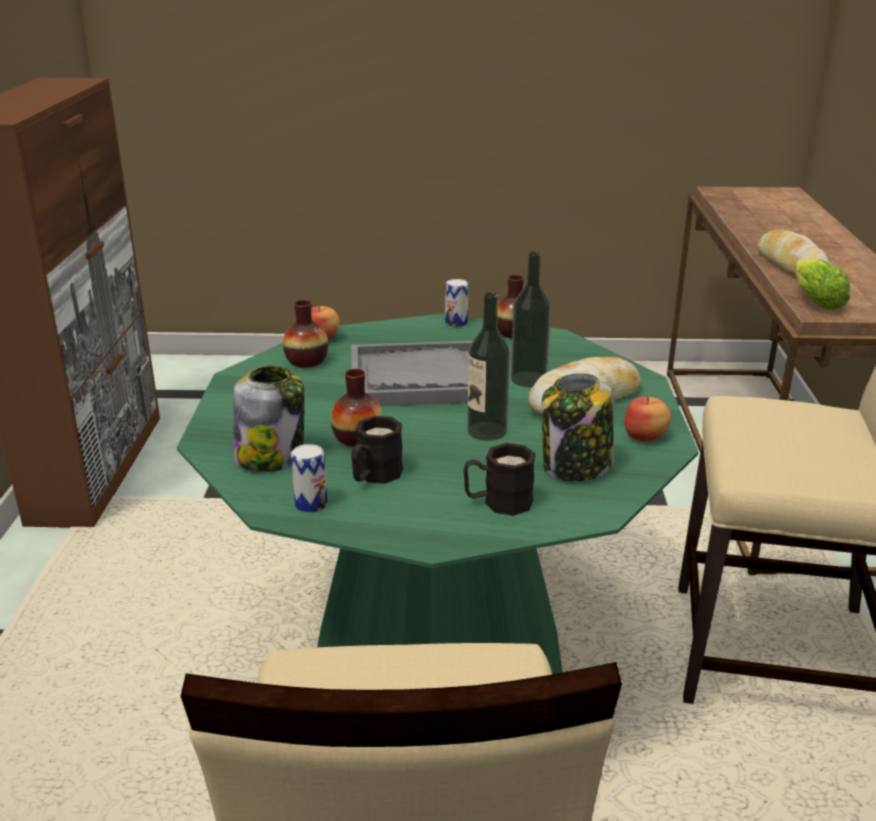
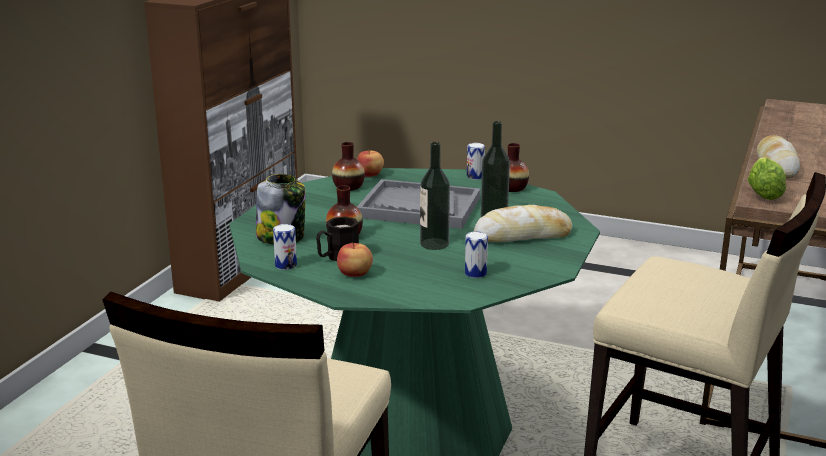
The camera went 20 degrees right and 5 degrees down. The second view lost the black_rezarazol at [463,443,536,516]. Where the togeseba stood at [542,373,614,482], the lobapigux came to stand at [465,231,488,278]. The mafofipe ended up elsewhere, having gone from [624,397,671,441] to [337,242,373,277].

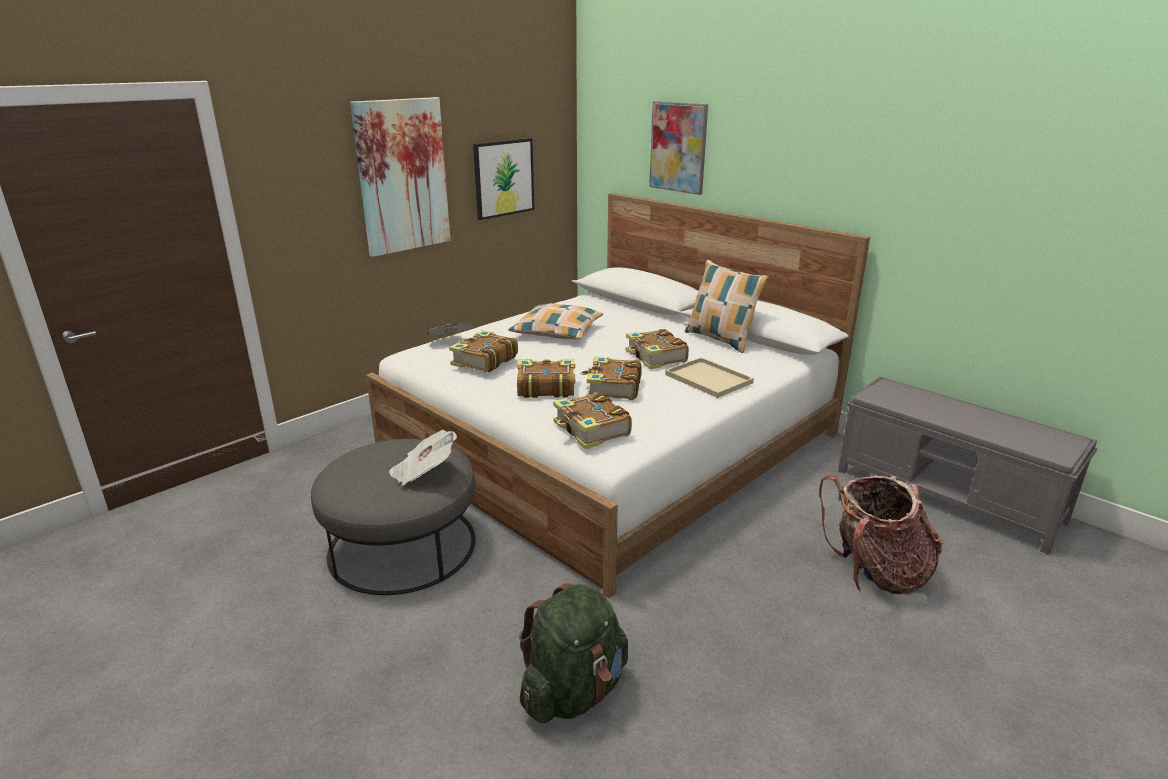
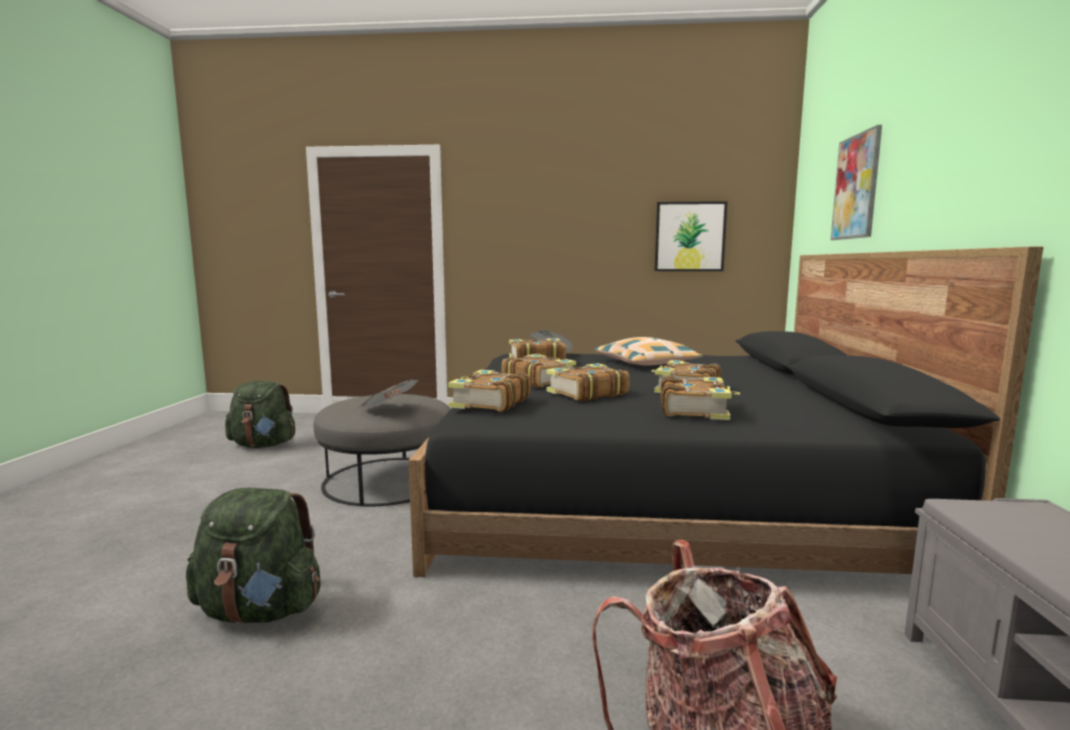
The camera went 50 degrees right and 15 degrees down. The second view lost the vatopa at [350,97,451,257]. What was the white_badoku at [366,193,870,598] turned into the black_badoku at [408,247,1043,577]. Where the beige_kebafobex stood at [665,357,754,398], the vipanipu came to stand at [660,376,740,420]. The second view lost the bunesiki at [685,260,768,353]. The second view gained the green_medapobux at [225,381,295,448].

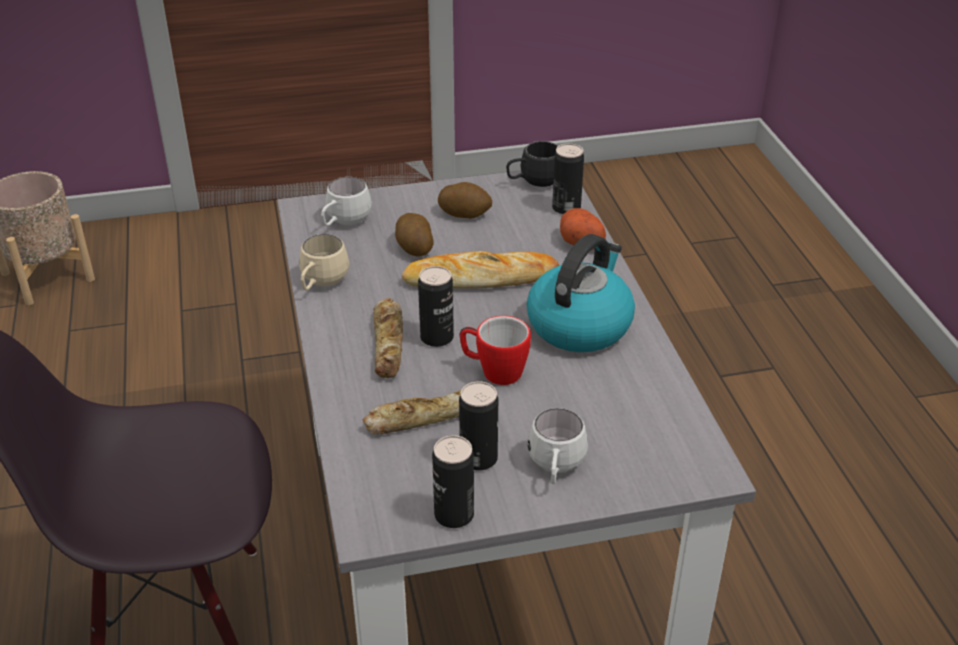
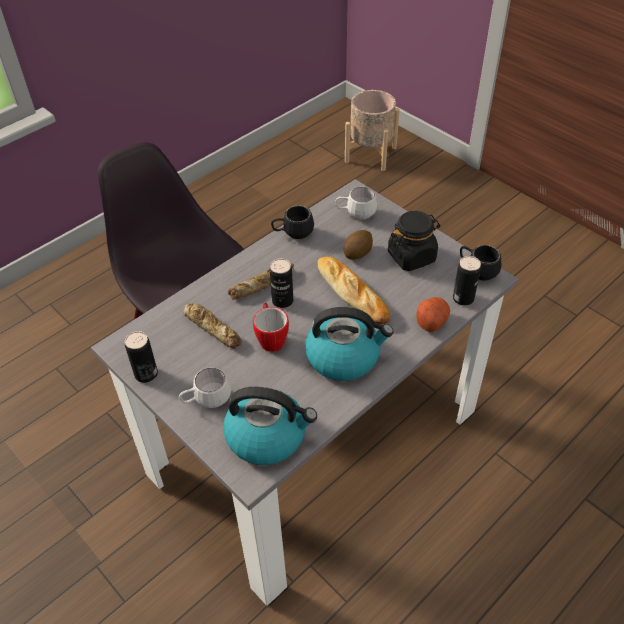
The camera went 60 degrees right and 10 degrees up. What was the beige_rezarazol at [299,234,349,290] turned into the black_rezarazol at [271,206,314,239]. Where the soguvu stood at [438,182,492,219], the black_togeseba came to stand at [388,211,440,271]. The second view lost the lobapigux at [459,381,498,471]. The second view gained the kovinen at [223,387,317,465].

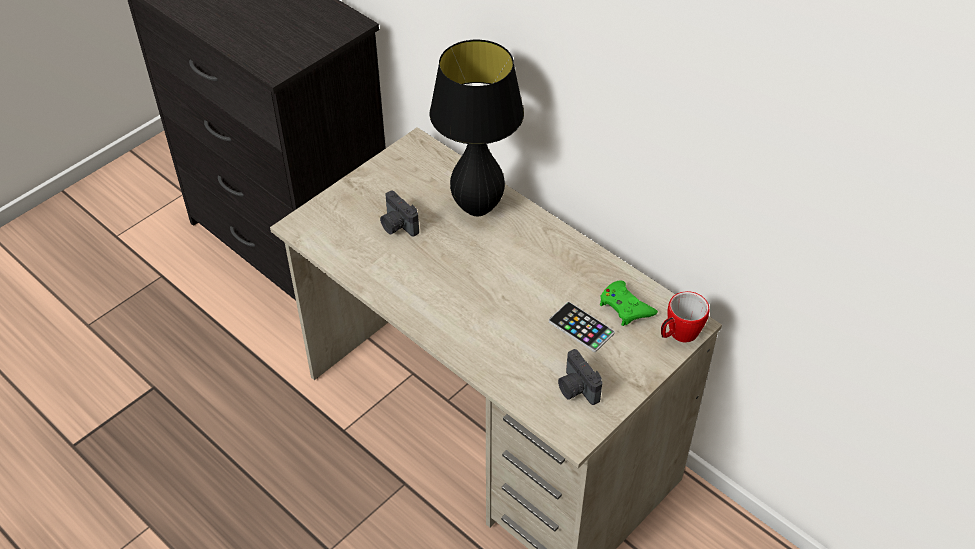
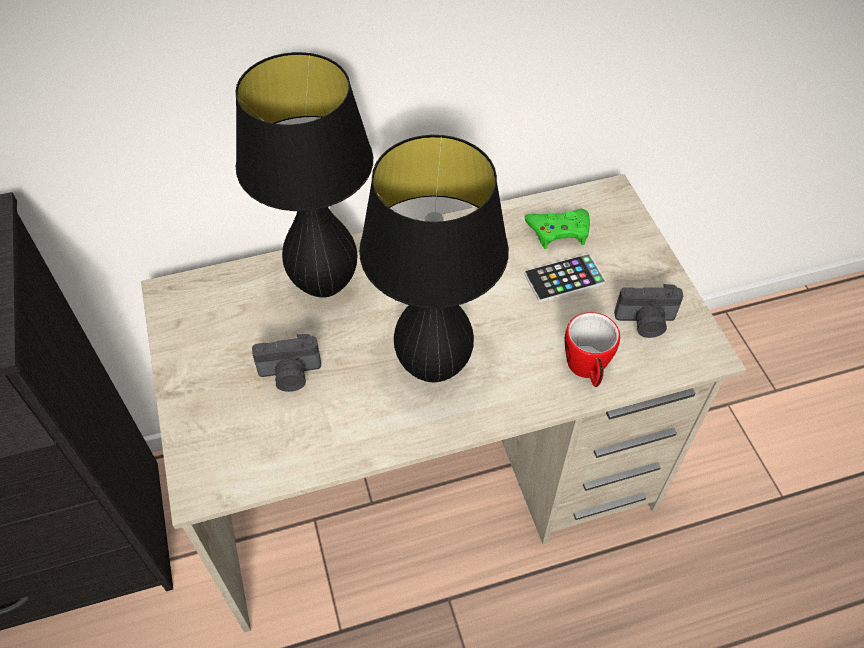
The camera went 60 degrees left and 5 degrees up. The rezarazol ended up elsewhere, having gone from [661,291,710,343] to [565,312,620,387]. The second view gained the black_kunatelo at [359,135,509,382].

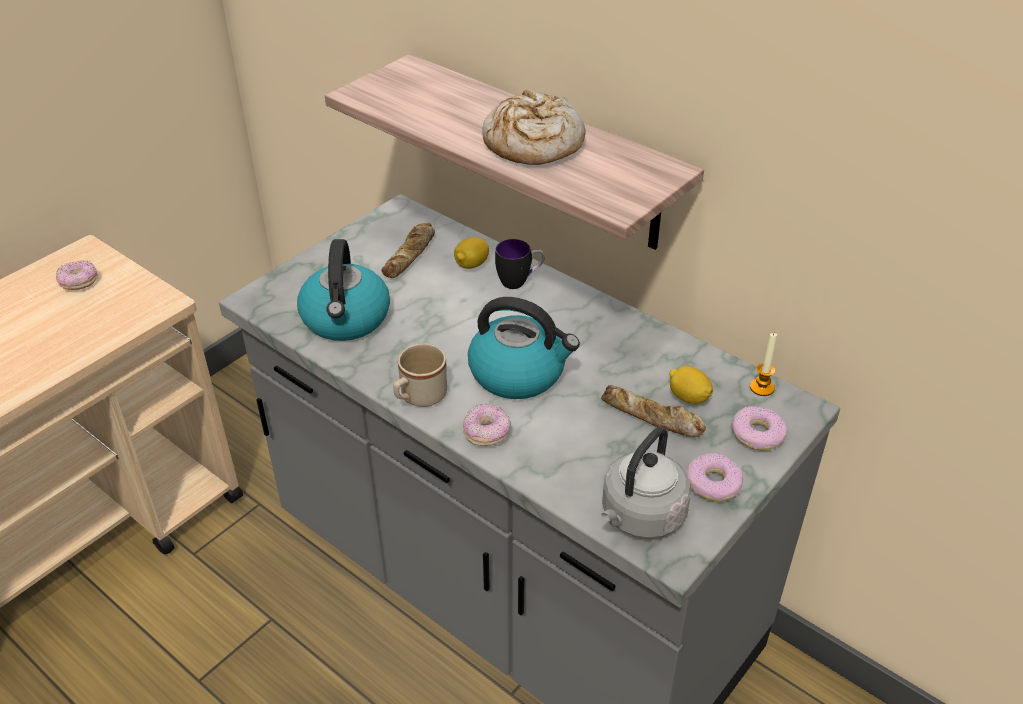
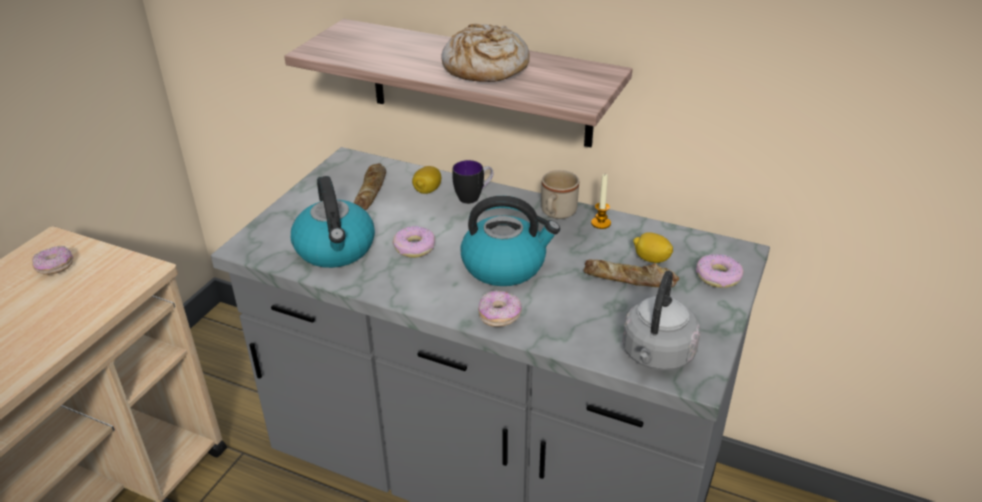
The camera went 15 degrees left and 5 degrees down. The beige_rezarazol ended up elsewhere, having gone from [393,343,447,407] to [541,170,579,219]. The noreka ended up elsewhere, having gone from [686,453,743,501] to [393,226,435,258]. The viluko ended up elsewhere, having gone from [750,333,777,396] to [591,174,611,229].

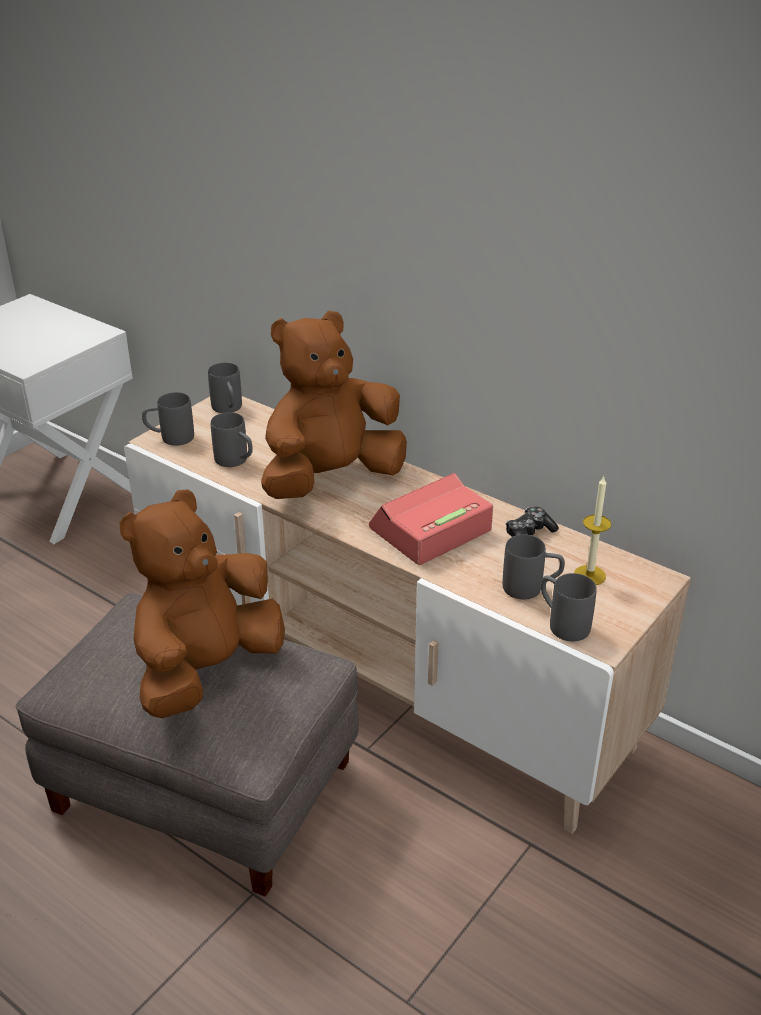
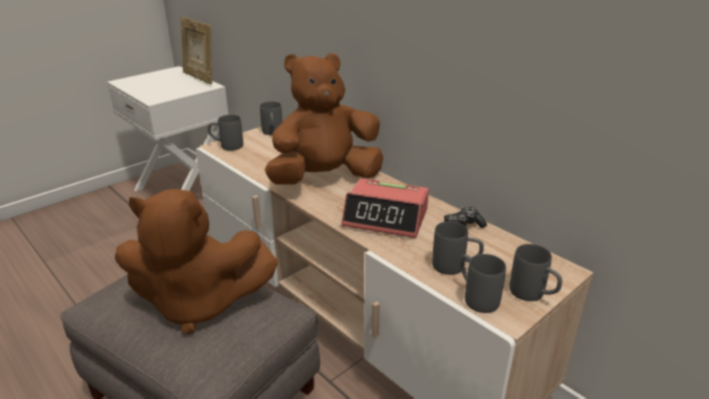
The camera went 10 degrees right and 5 degrees down. The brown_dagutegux at [119,489,285,718] ended up facing another way, 135 degrees counterclockwise from before. The grey_rezarazol ended up elsewhere, having gone from [211,412,253,467] to [509,244,562,301]. The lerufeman at [369,473,493,565] ended up facing another way, 135 degrees counterclockwise from before. The second view lost the viluko at [574,476,611,585]. The second view gained the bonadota at [181,17,212,84].

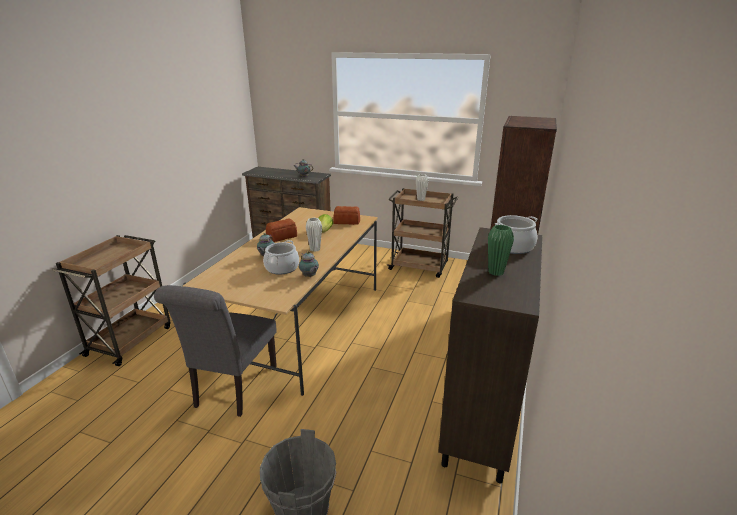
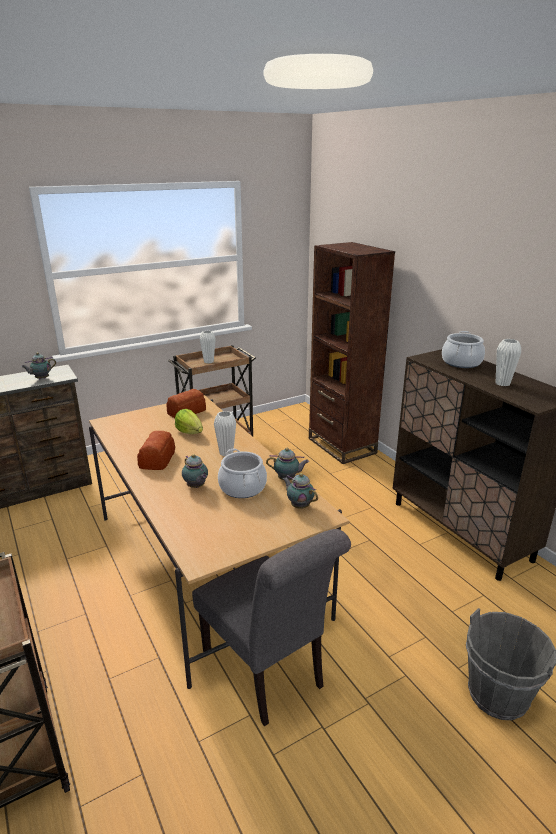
The camera went 50 degrees left and 0 degrees up. What was the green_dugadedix at [488,225,514,276] turned into the white_dugadedix at [496,339,521,386]. The second view gained the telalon at [283,473,318,508].

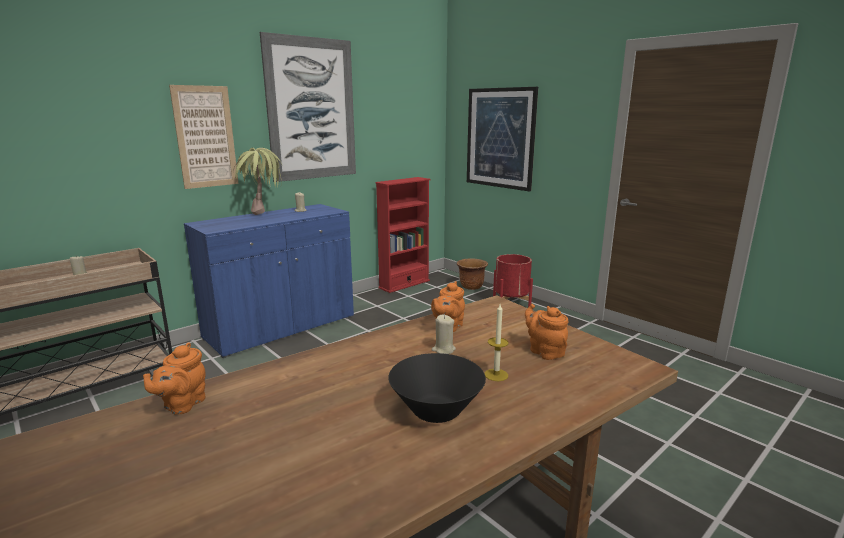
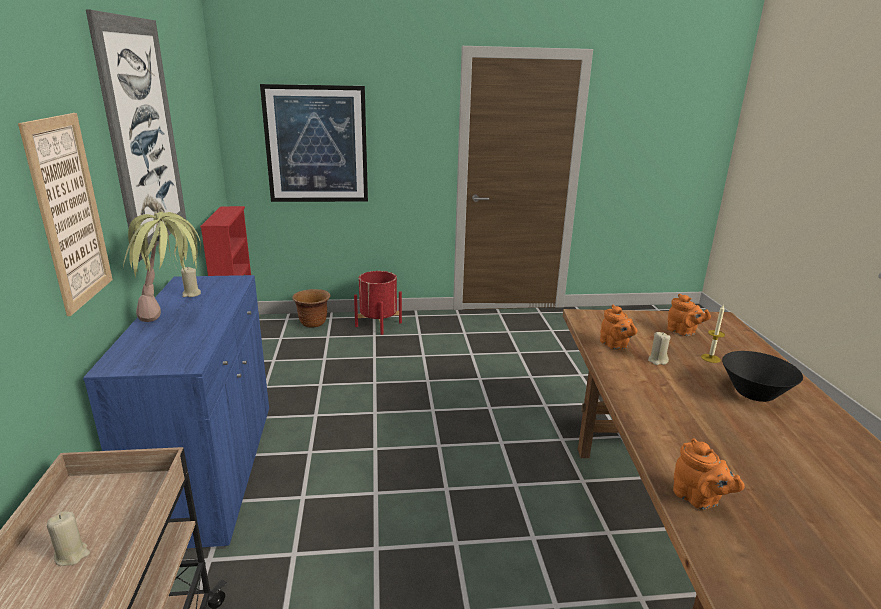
The camera went 55 degrees left and 5 degrees up. The orange_telalon at [525,304,568,360] ended up facing another way, 135 degrees counterclockwise from before.

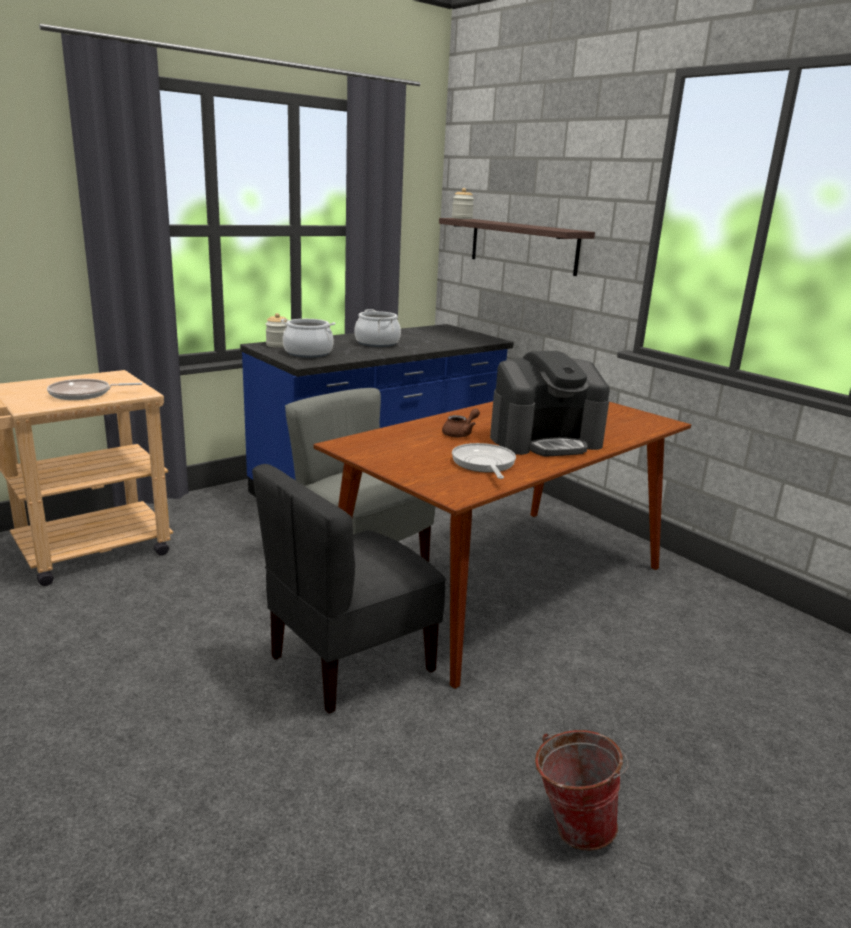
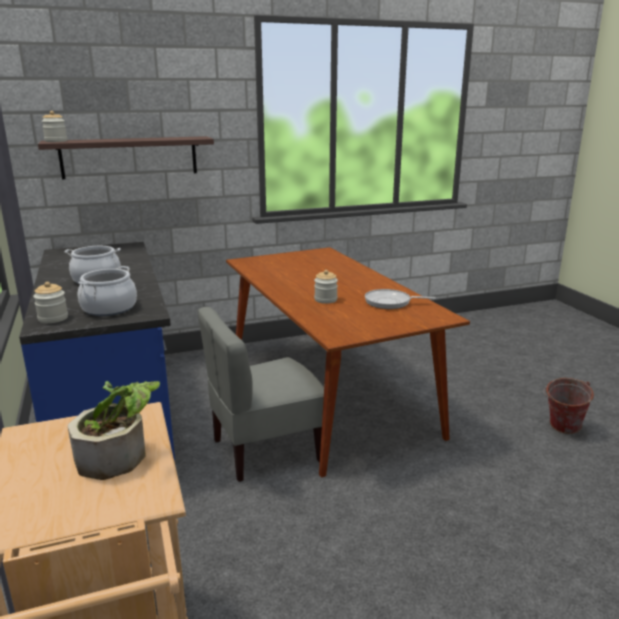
The camera went 70 degrees left and 0 degrees up. Where the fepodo stood at [47,379,142,400], the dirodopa came to stand at [68,381,160,480]. The second view lost the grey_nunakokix at [252,464,446,714]. Where the brown_telalon stood at [442,408,480,438], the togeseba came to stand at [314,270,338,304]. The second view lost the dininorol at [490,351,610,457].

